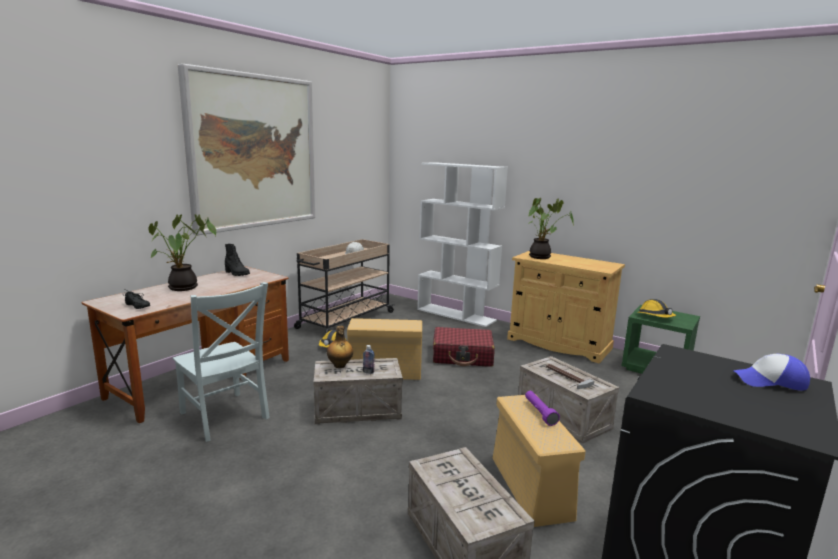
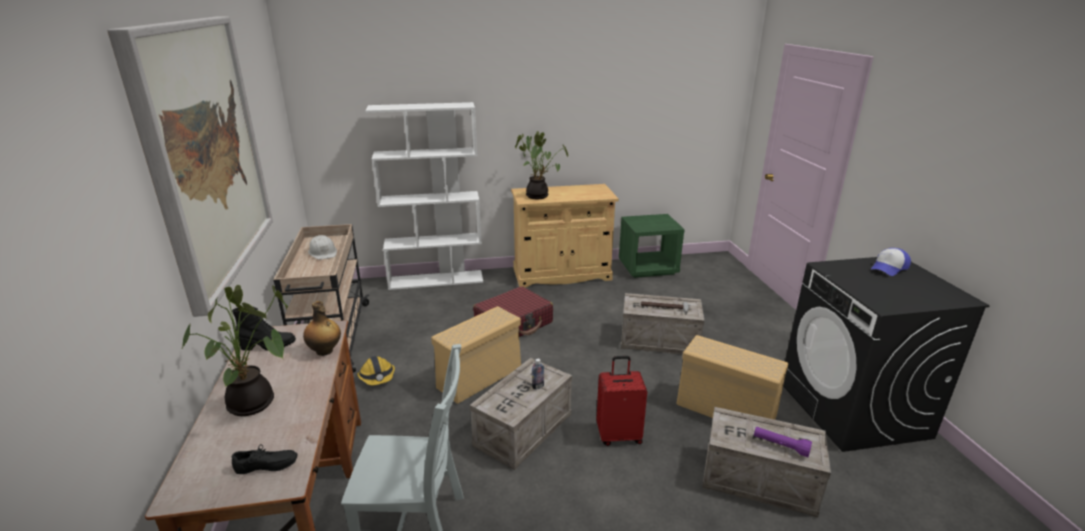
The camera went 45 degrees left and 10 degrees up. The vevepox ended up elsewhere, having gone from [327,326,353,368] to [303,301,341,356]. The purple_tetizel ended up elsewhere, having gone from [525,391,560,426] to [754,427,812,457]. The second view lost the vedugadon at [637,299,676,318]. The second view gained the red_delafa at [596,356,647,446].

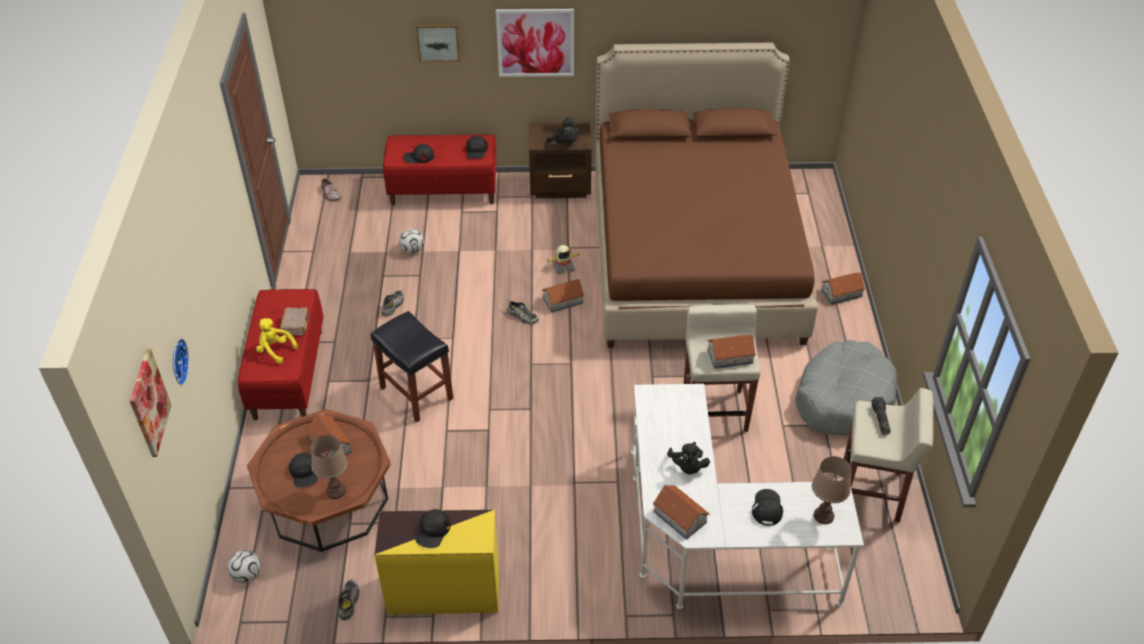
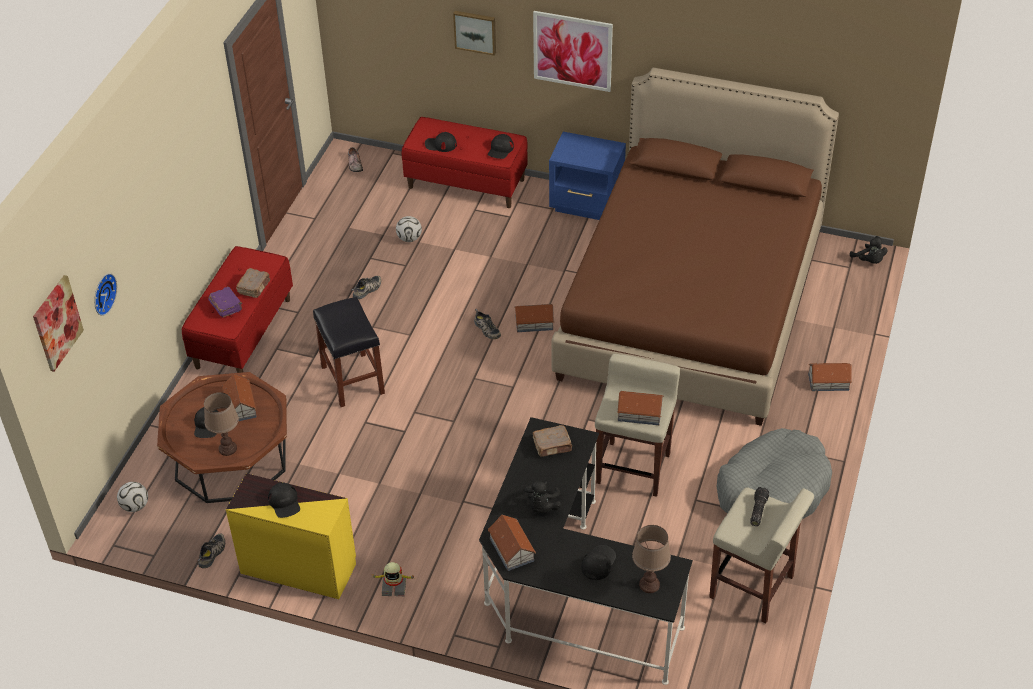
The camera went 20 degrees right and 0 degrees up. Where the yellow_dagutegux stood at [256,318,298,364], the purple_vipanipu came to stand at [208,287,242,318]. The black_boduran at [416,509,451,548] ended up facing another way, 60 degrees counterclockwise from before. What was the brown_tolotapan at [529,122,592,198] turned into the blue_tolotapan at [549,132,626,220]. The black_dagutegux ended up elsewhere, having gone from [546,117,579,143] to [850,236,887,264]. The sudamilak ended up elsewhere, having gone from [547,245,579,274] to [371,562,416,596]. What was the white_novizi at [631,384,864,609] turned into the black_novizi at [479,417,693,685]. The second view gained the brown_vipanipu at [533,425,572,457].

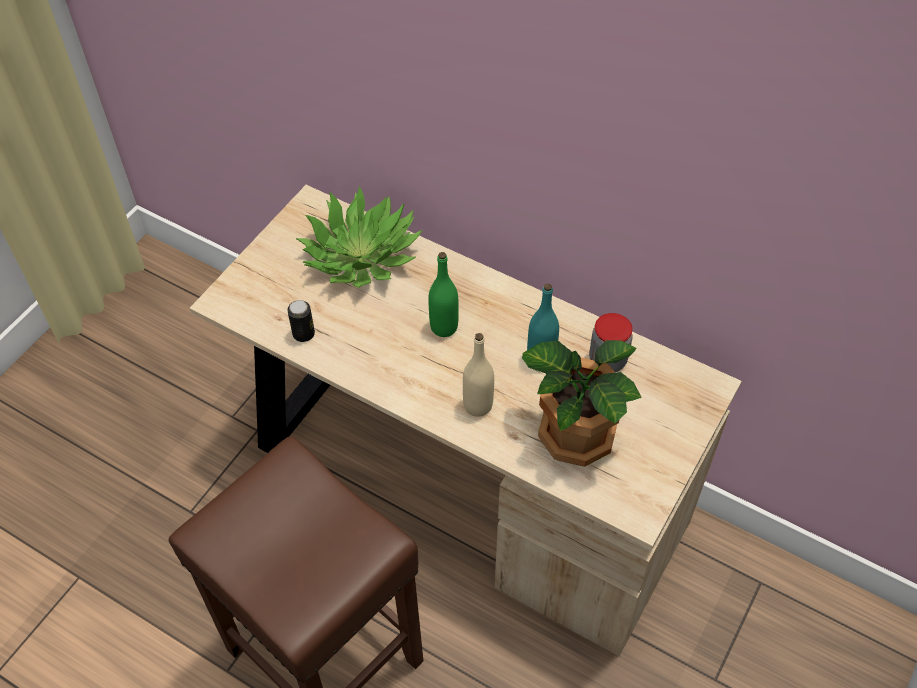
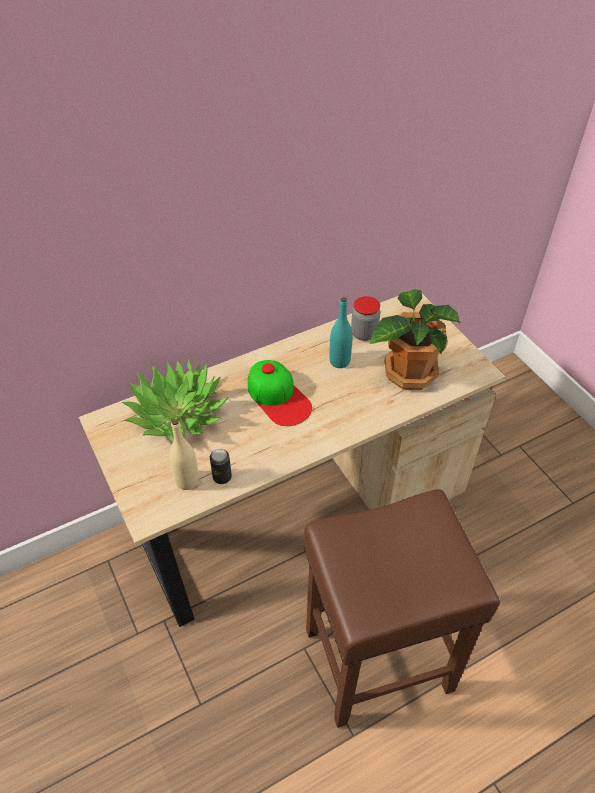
The camera went 60 degrees left and 5 degrees down. Where the green_vevepox stood at [428,252,459,337], the boduran came to stand at [248,360,312,426]. The beige_vevepox ended up elsewhere, having gone from [463,333,494,417] to [169,419,199,490].

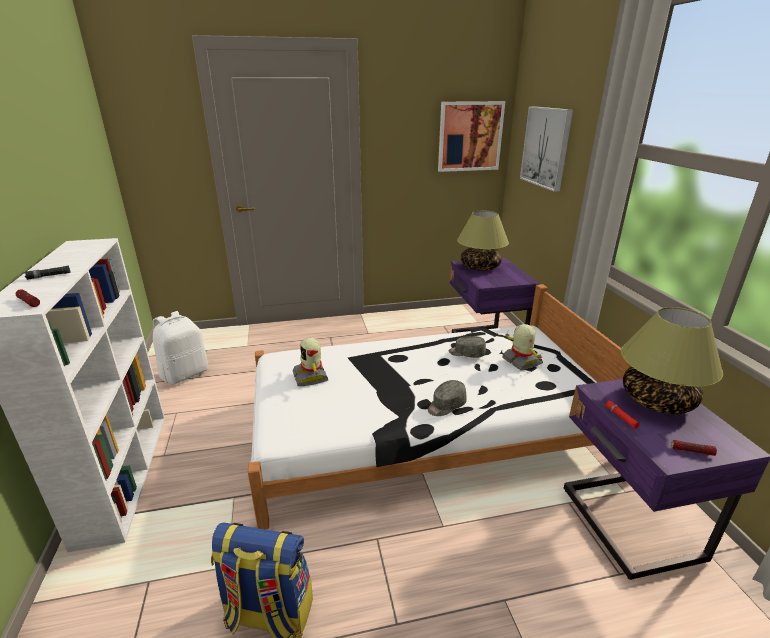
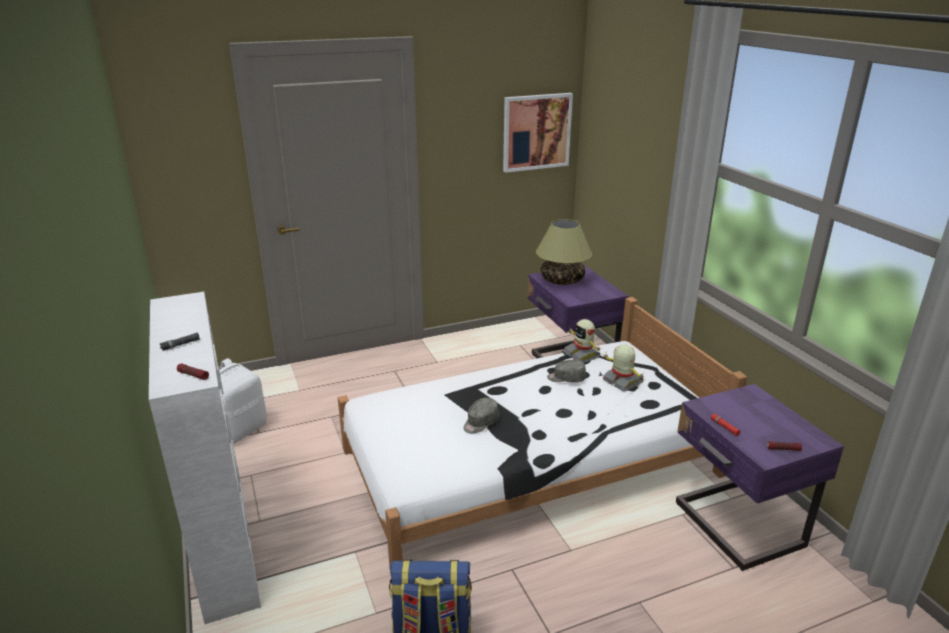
The camera went 10 degrees left and 0 degrees up. The sudamilak ended up elsewhere, having gone from [293,338,328,386] to [563,319,602,363]. The grey_boduran ended up elsewhere, having gone from [428,380,467,416] to [463,398,499,434]. The second view lost the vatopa at [520,106,573,192]. The second view lost the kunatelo at [621,307,723,414].

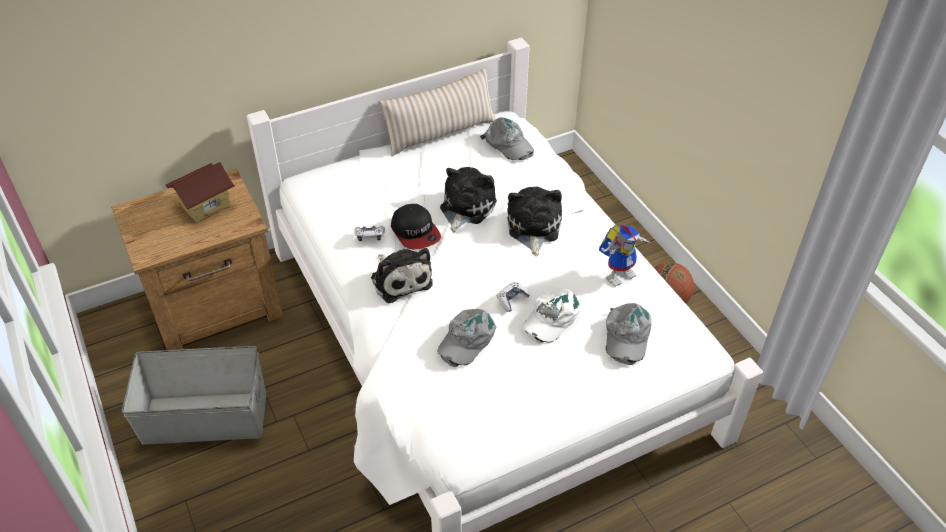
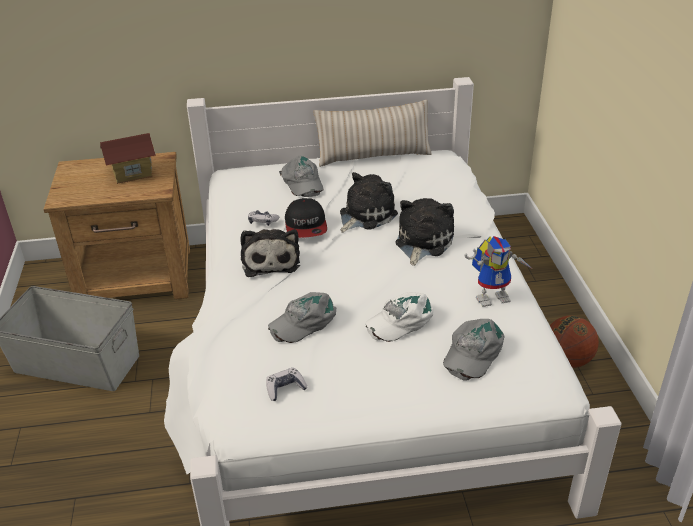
The camera went 20 degrees right and 10 degrees down. The grey_boduran ended up elsewhere, having gone from [480,117,534,160] to [279,156,324,197]. The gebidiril ended up elsewhere, having gone from [497,282,530,312] to [266,368,308,401].

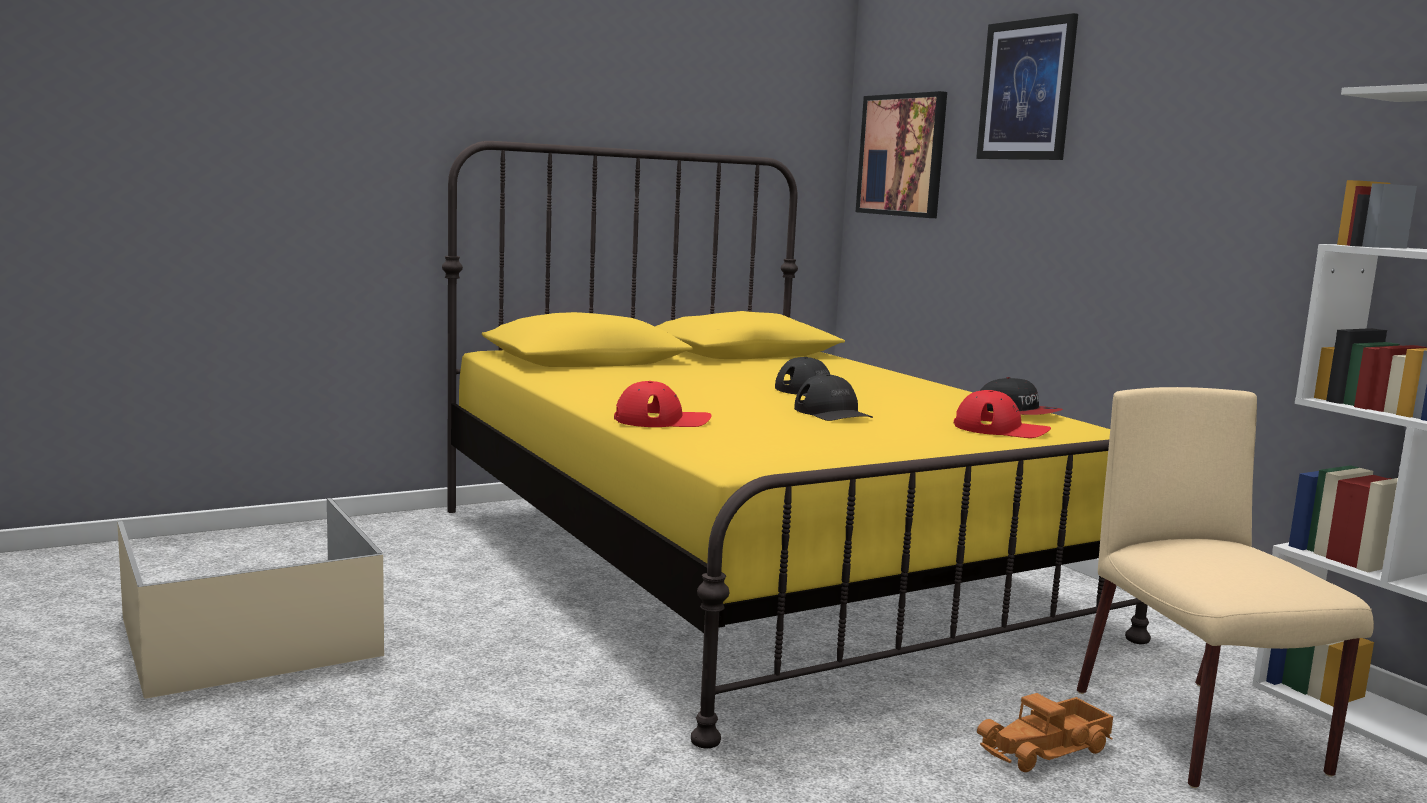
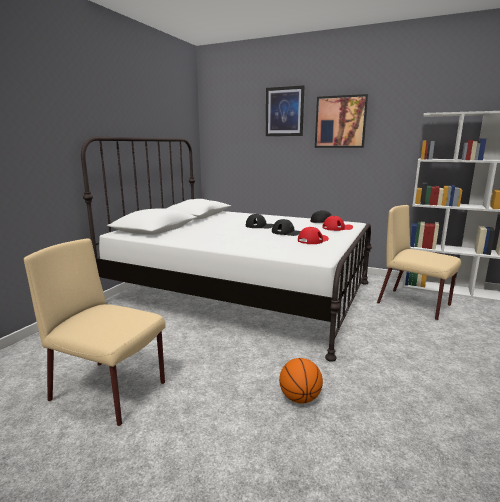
The camera went 35 degrees left and 5 degrees up. Where the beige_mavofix stood at [117,498,384,699], the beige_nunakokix came to stand at [24,238,166,426]. What was the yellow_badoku at [442,141,1151,748] turned into the white_badoku at [81,137,372,362]. The red_boduran ended up elsewhere, having gone from [614,381,711,427] to [298,227,329,244]. The vatopa ended up elsewhere, having gone from [856,91,947,218] to [315,94,368,148]. The second view lost the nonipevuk at [977,693,1113,772]. The second view gained the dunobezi at [279,358,323,403].

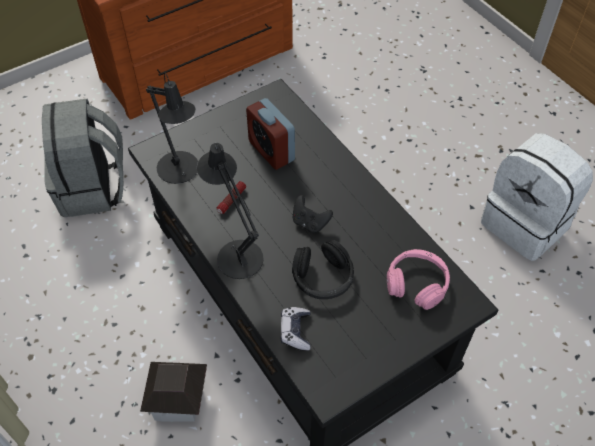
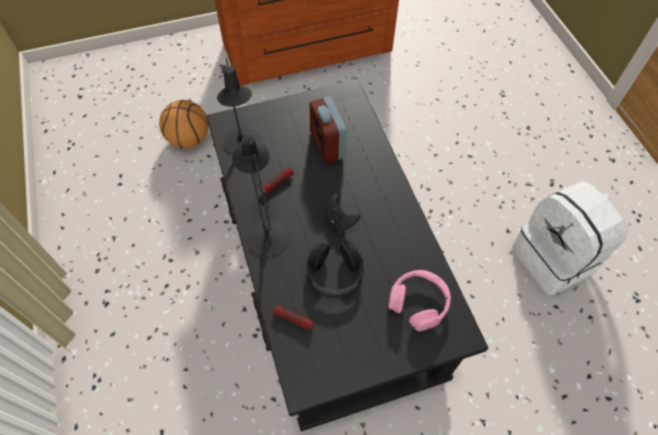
The camera went 15 degrees right and 5 degrees up. Where the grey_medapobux stood at [42,99,123,217], the dunobezi came to stand at [159,100,208,148]. The second view lost the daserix at [140,362,207,422]. Where the gebidiril stood at [281,307,311,351], the tetizel came to stand at [274,305,314,331].

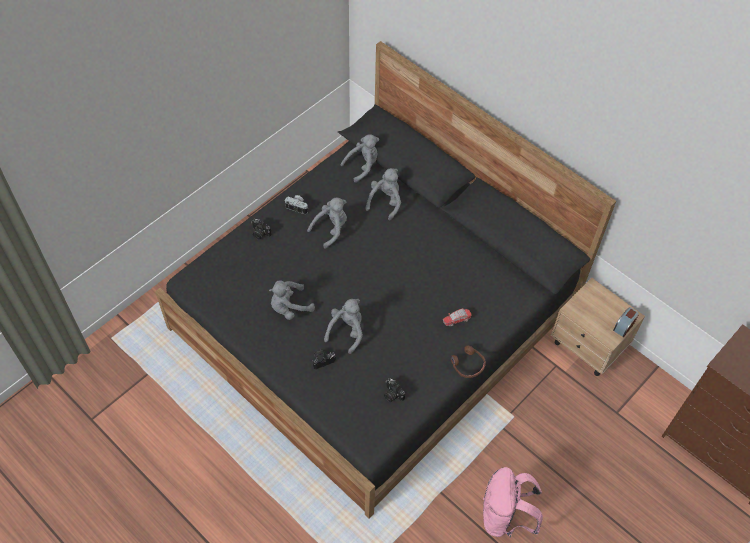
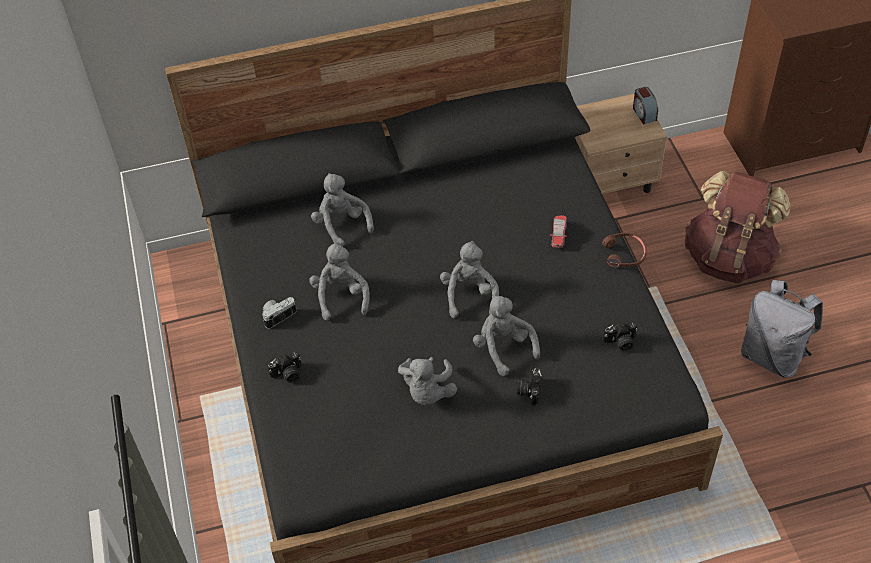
The camera went 55 degrees left and 5 degrees down. The grey_dagutegux ended up elsewhere, having gone from [340,134,379,183] to [440,241,499,318]. What was the pink_medapobux at [483,467,543,538] turned into the grey_medapobux at [741,280,823,378]. The second view gained the brown_medapobux at [685,171,790,283].

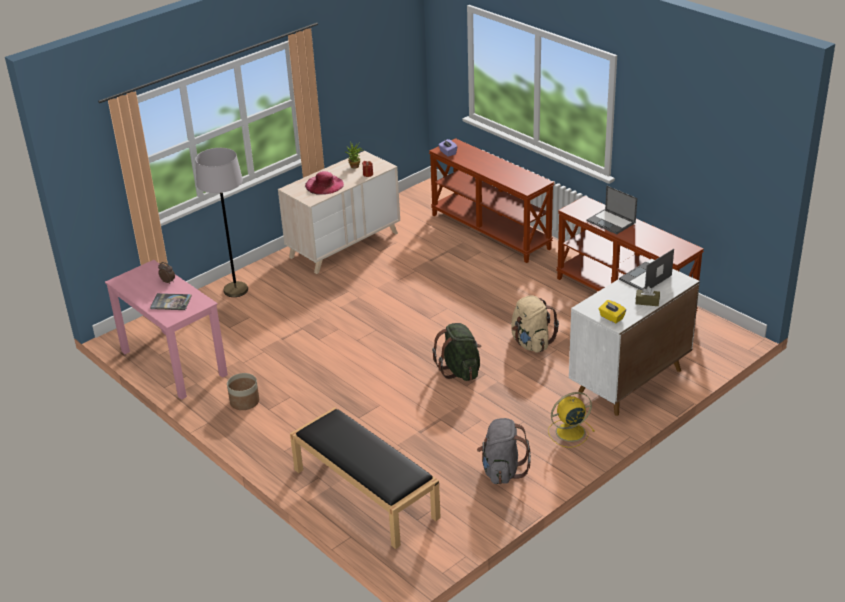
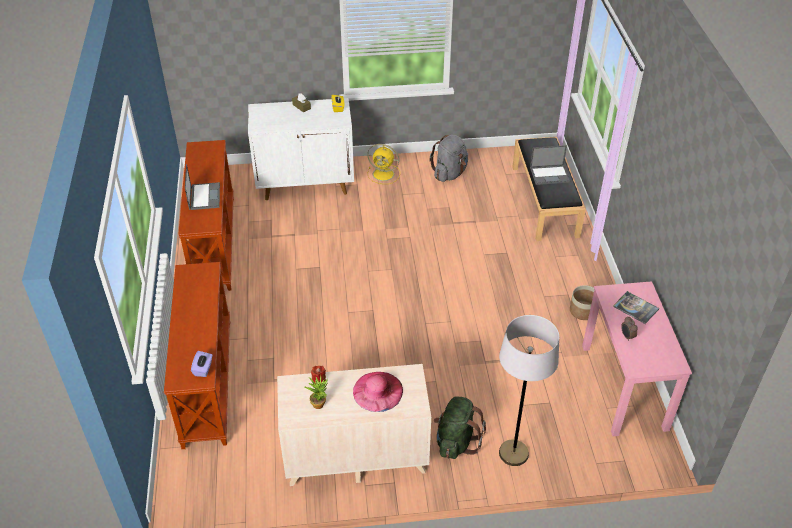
The camera went 145 degrees left and 10 degrees up. The green_medapobux ended up elsewhere, having gone from [432,323,481,381] to [434,397,486,459]. The second view lost the beige_medapobux at [511,296,559,353]. The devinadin ended up elsewhere, having gone from [619,249,674,290] to [530,145,570,185].

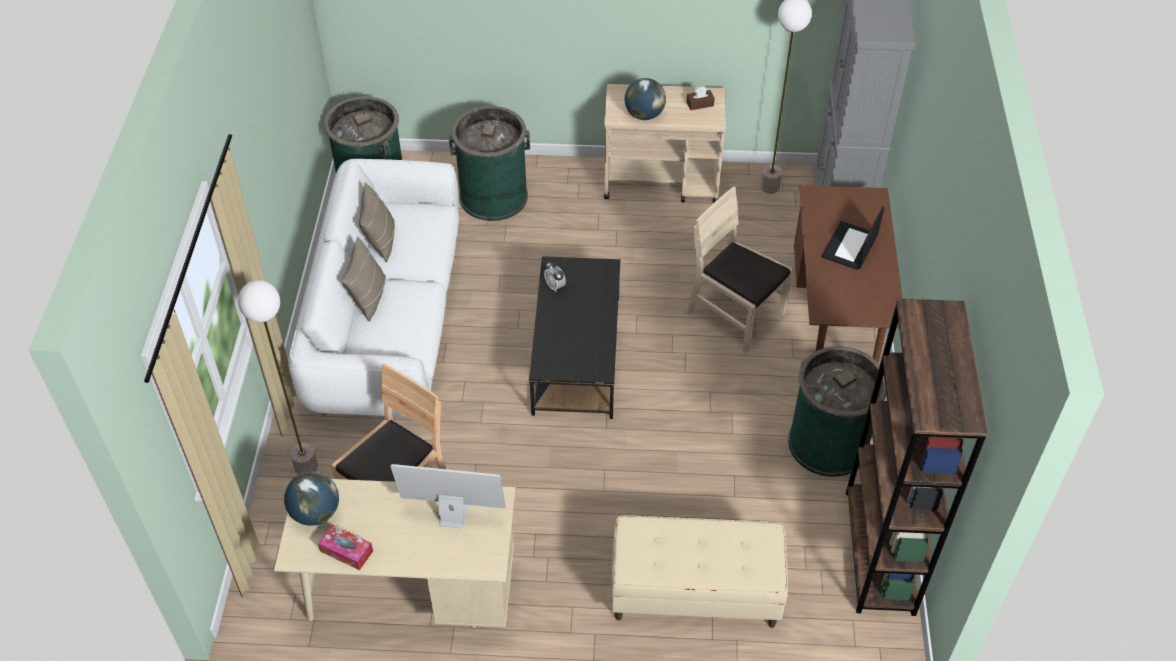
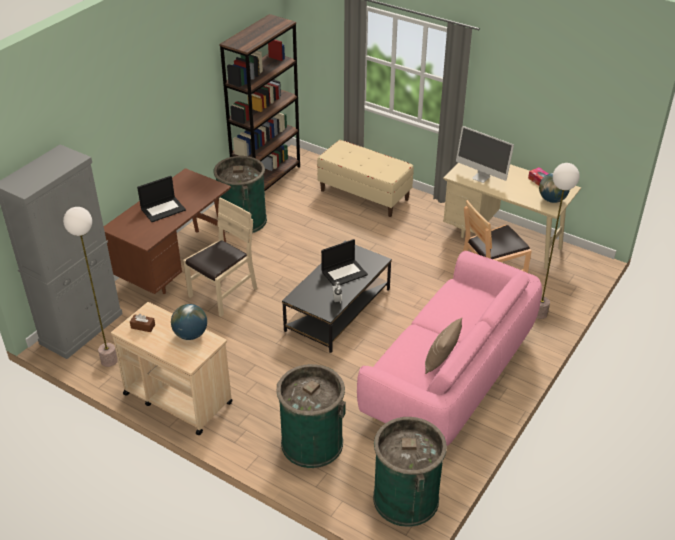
The camera went 150 degrees left and 10 degrees down. What was the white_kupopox at [288,159,459,417] turned into the pink_kupopox at [357,251,542,446]. The second view lost the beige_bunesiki at [342,237,386,322]. The beige_nunakokix at [687,186,793,353] ended up facing another way, 120 degrees counterclockwise from before. The second view gained the devinadin at [321,239,368,285].

